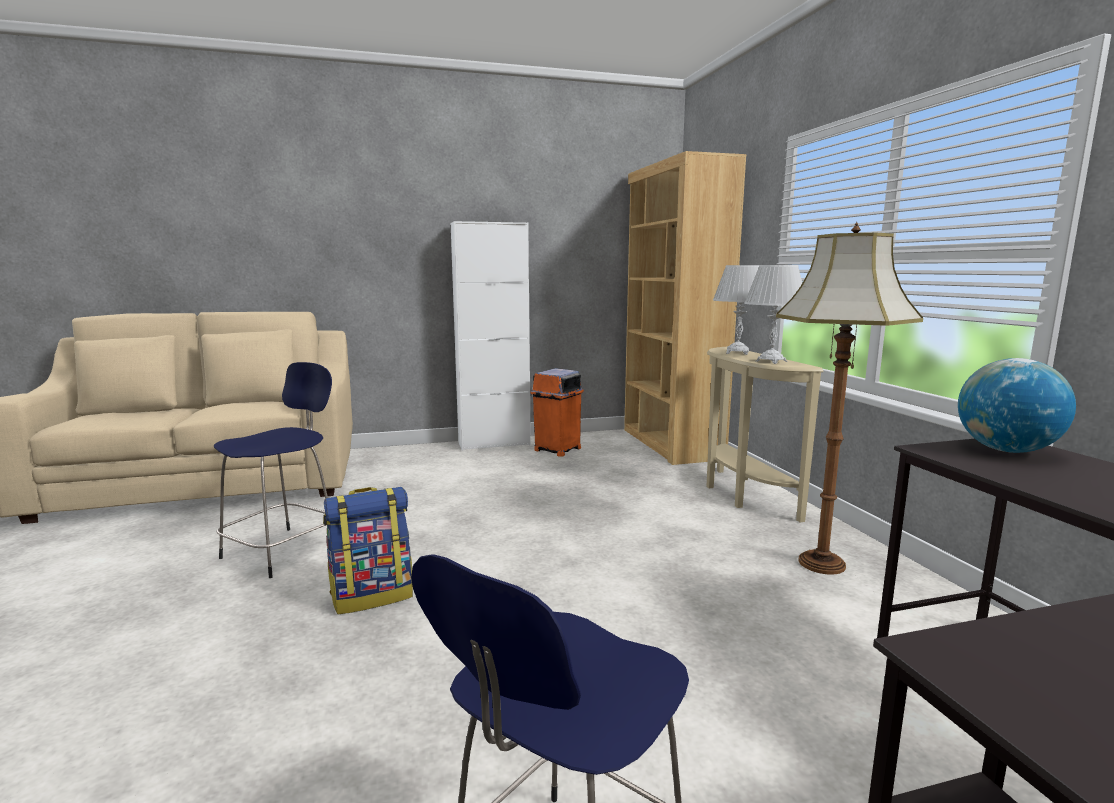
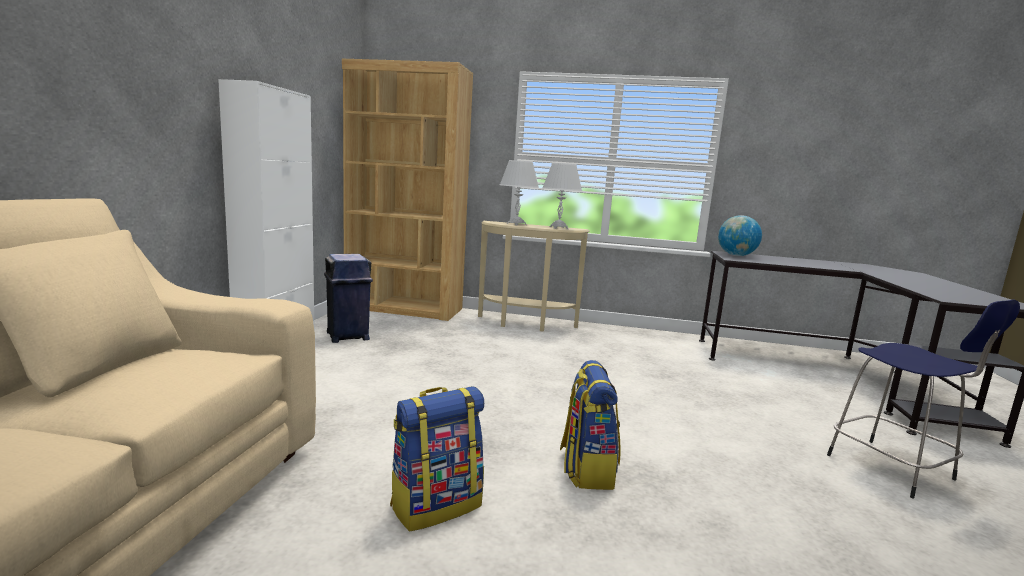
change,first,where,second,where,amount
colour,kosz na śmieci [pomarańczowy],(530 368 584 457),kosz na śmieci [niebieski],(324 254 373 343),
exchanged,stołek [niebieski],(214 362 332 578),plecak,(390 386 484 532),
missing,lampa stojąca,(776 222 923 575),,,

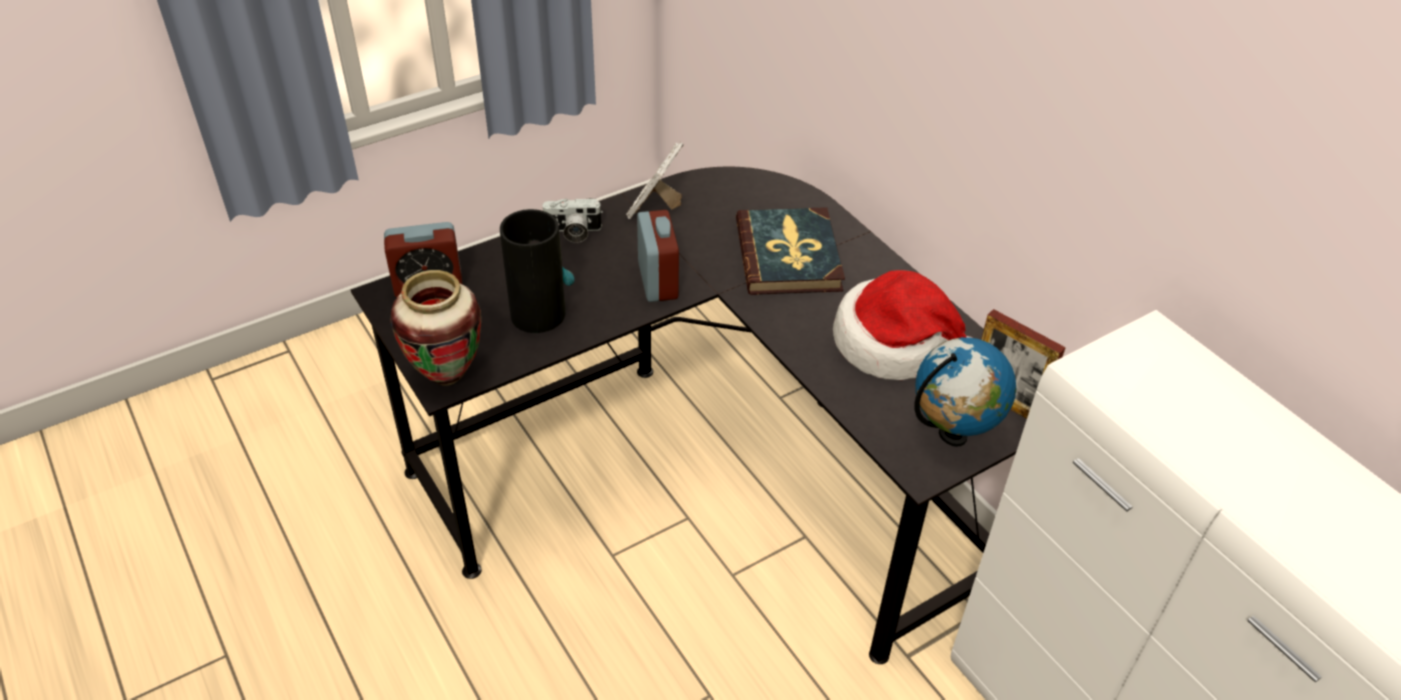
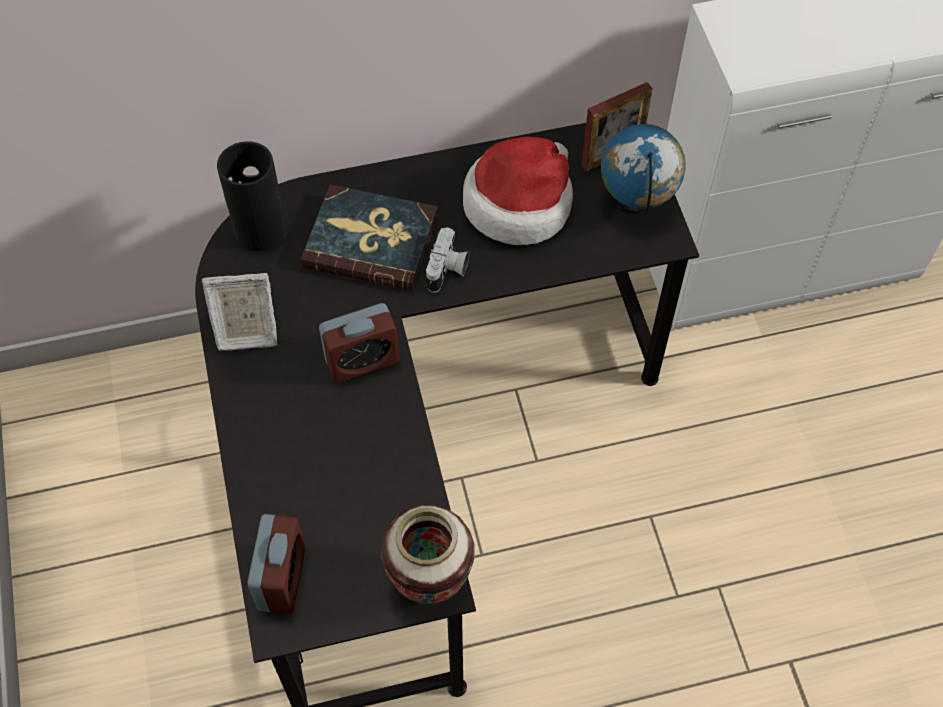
change,first,where,second,where,amount
spun,ramka na zdjęcie,(626 142 683 219),,(202 273 277 351),45 degrees counterclockwise
relocated,wazon,(500 209 575 333),,(217 141 287 251),
spun,budzik,(637 210 679 302),,(319 303 399 383),150 degrees clockwise
relocated,aparat fotograficzny,(543 198 603 243),,(426 227 469 293),

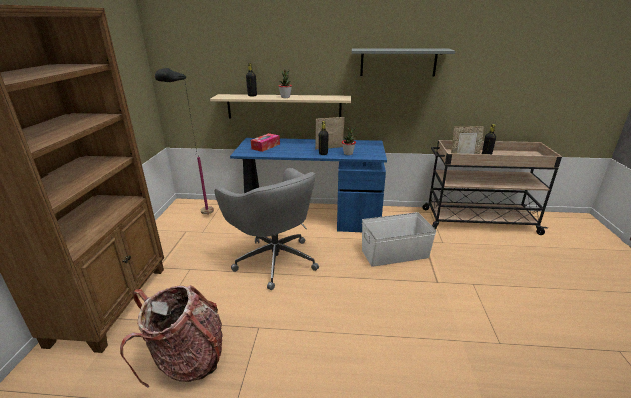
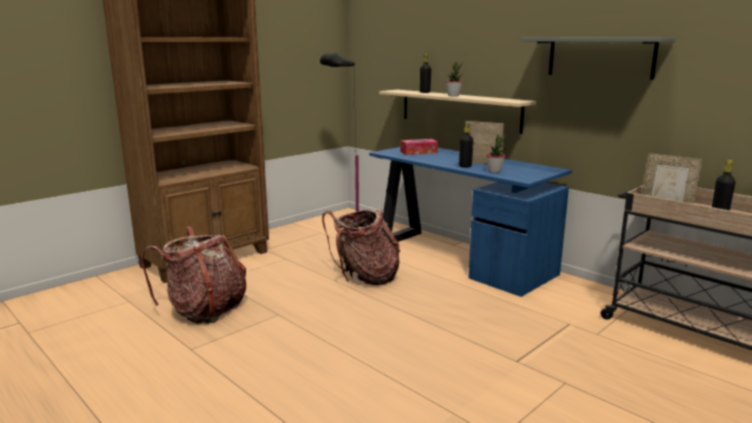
change,first,where,second,where,amount
exchanged,krzesło biurowe [szary],(215 168 319 290),plecak,(322 209 400 285),
missing,pojemnik do przechowywania [biały],(362 212 436 267),,,

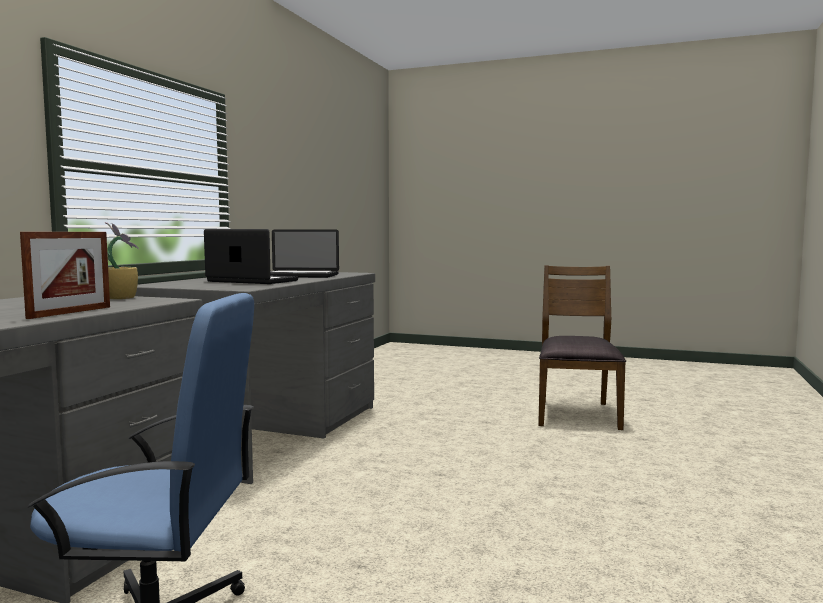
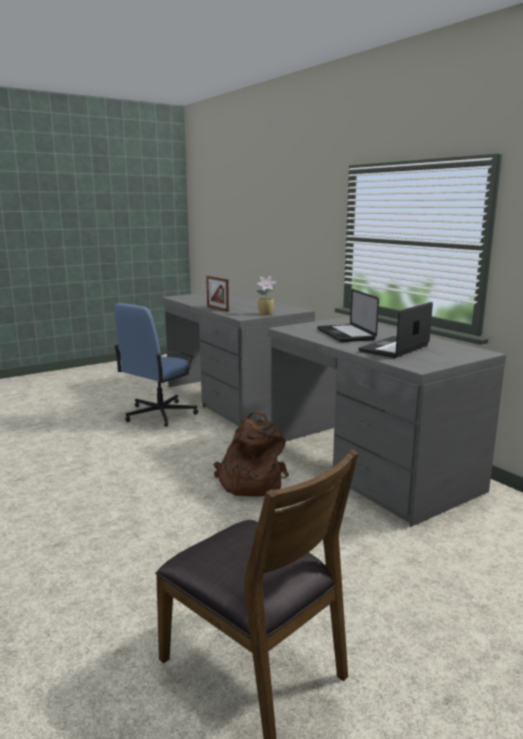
change,first,where,second,where,amount
appeared,,,plecak [brązowy],(213 411 289 497),
spun,laptop,(204 229 298 284),,(317 289 379 342),105 degrees clockwise

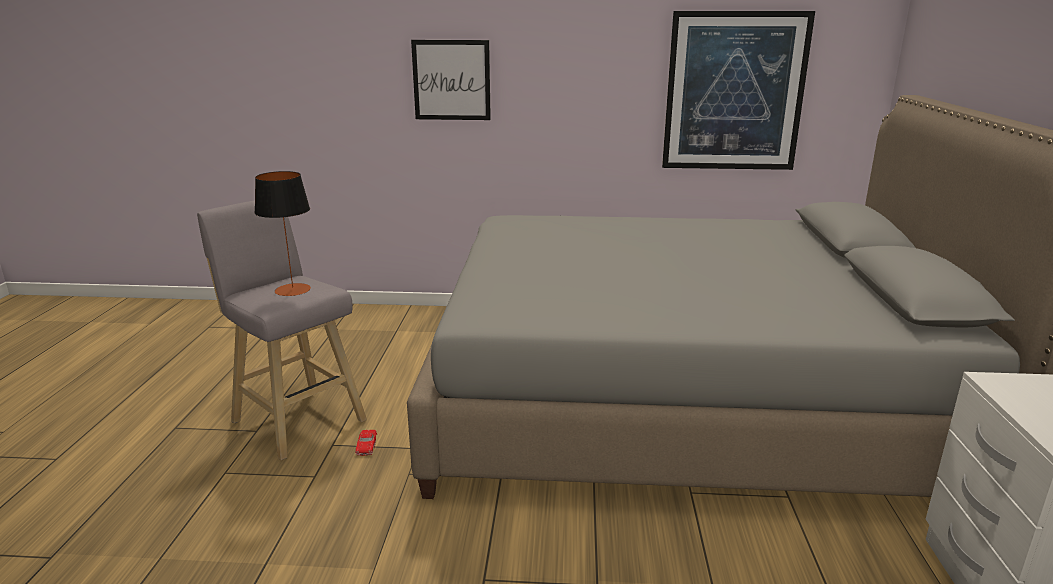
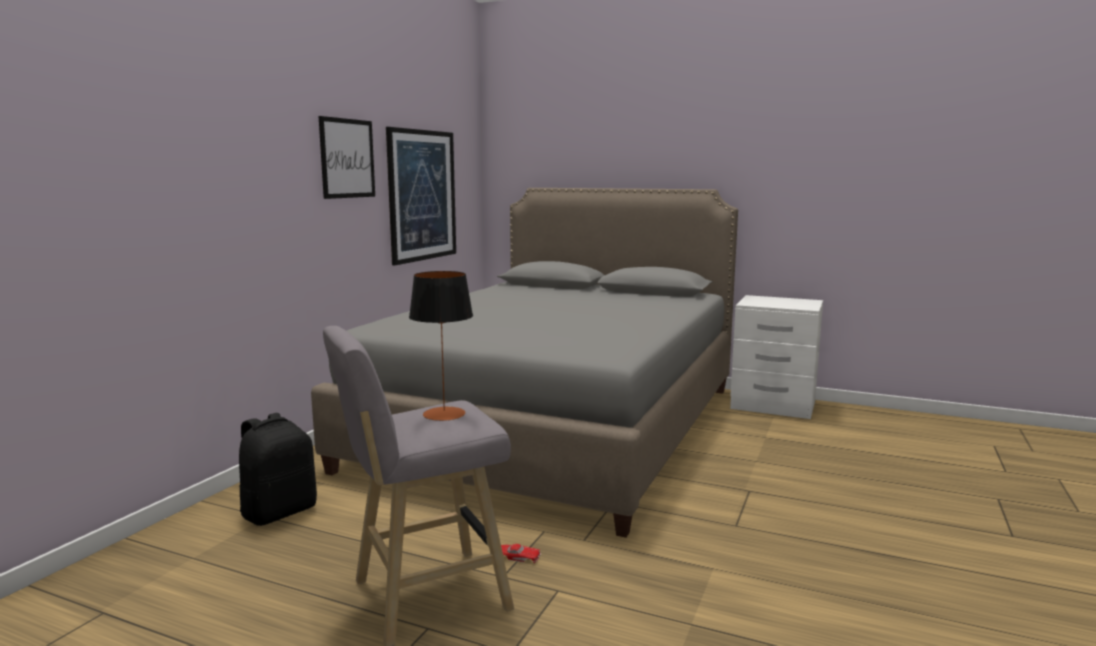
change,first,where,second,where,amount
appeared,,,plecak [czarny],(239 413 317 526),
relocated,obraz,(411 40 491 120),,(319 116 375 199),

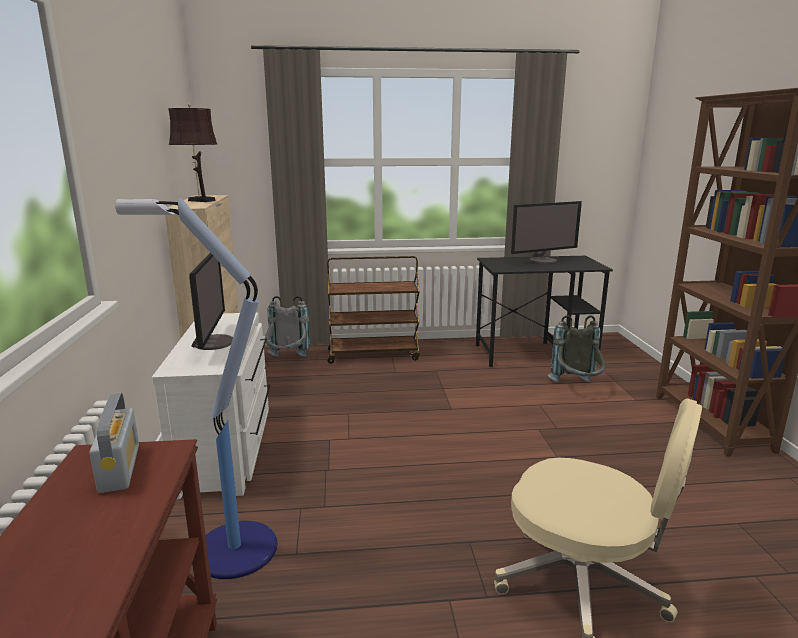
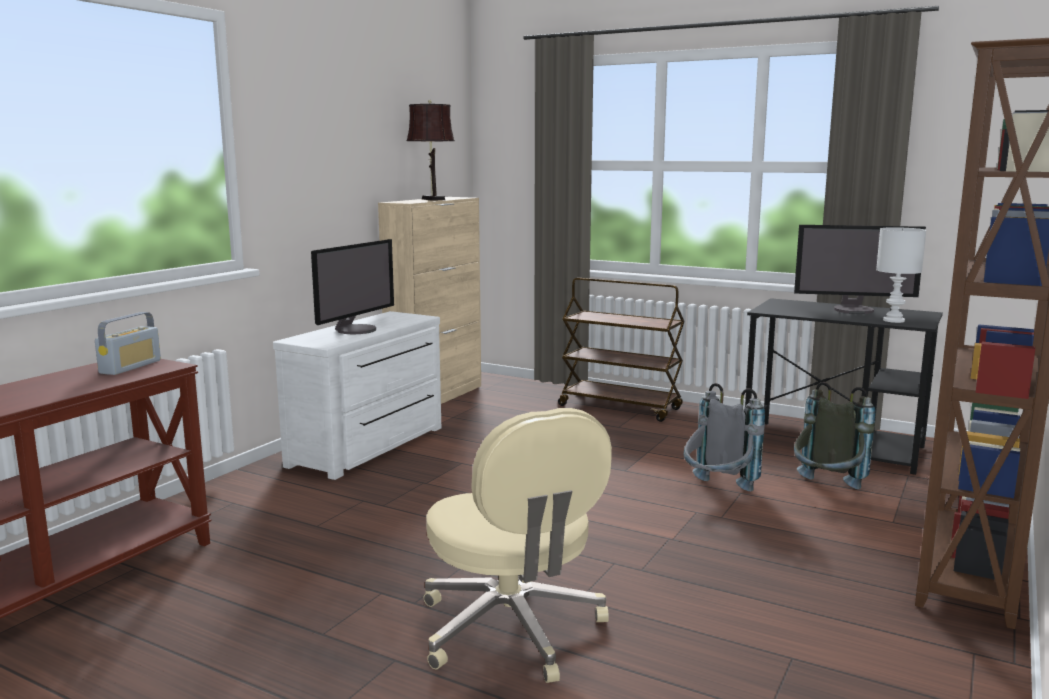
change,first,where,second,where,amount
relocated,plecak [szary],(265 296 310 356),,(684 383 765 491),
appeared,,,lampa stołowa [biały],(876 227 926 323),
missing,lampa stojąca,(115 197 277 579),,,

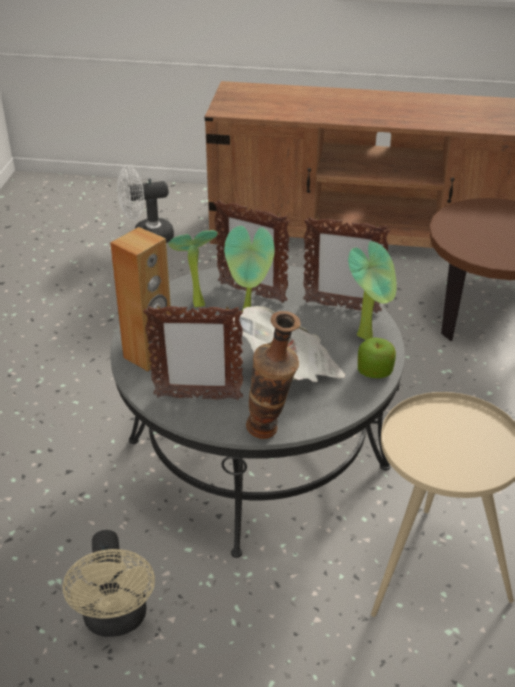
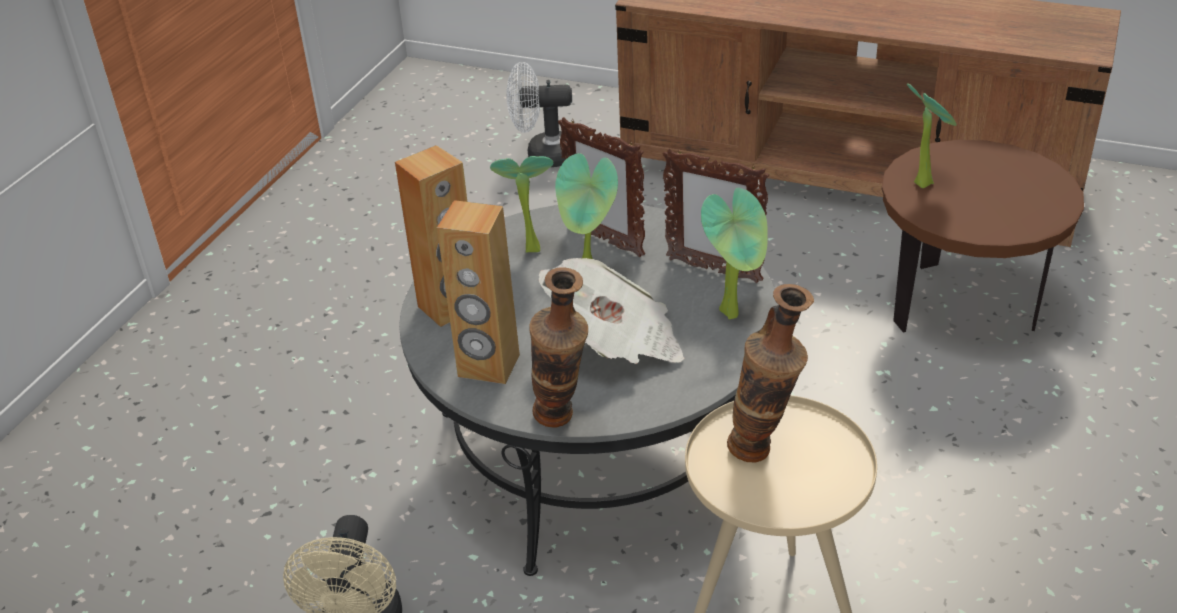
change,first,where,second,where,amount
exchanged,ramka na zdjęcie,(143 305 243 400),głośnik [brązowy],(437 200 520 384),
appeared,,,wazon,(727 284 814 463),
appeared,,,roślina doniczkowa,(907 83 956 188),
missing,jabłko,(358 338 396 378),,,

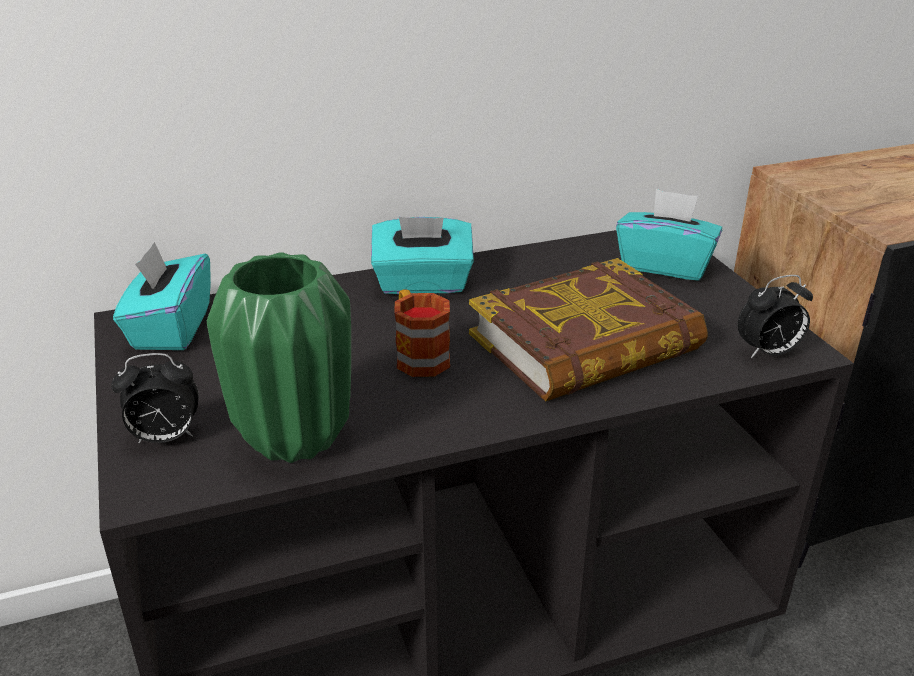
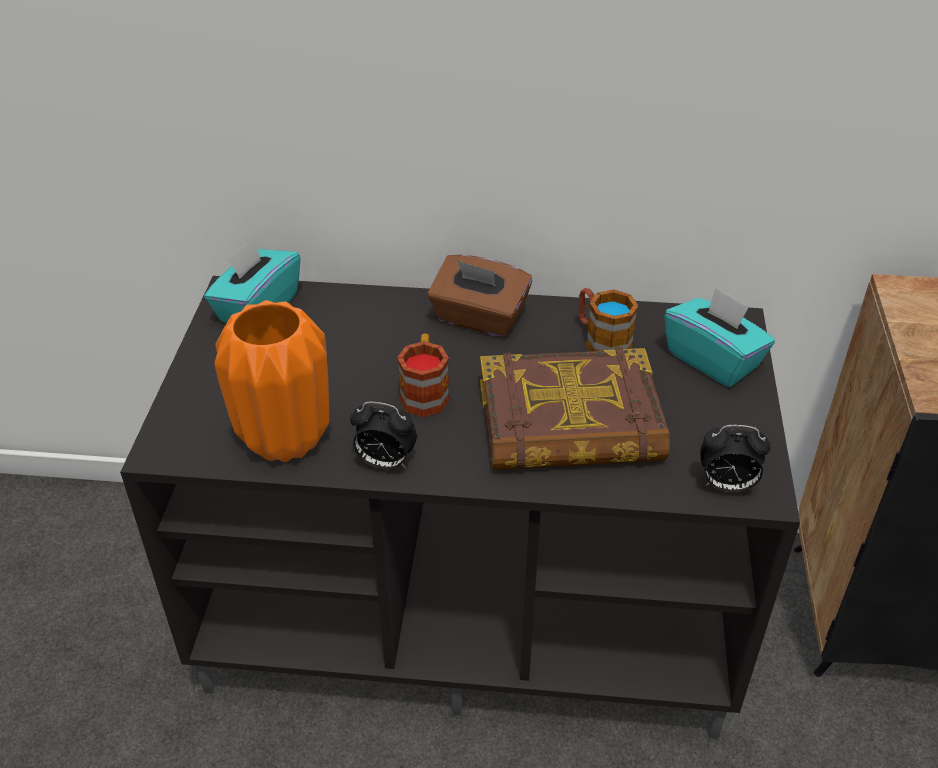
change,first,where,second,where,amount
colour,wazon [zielony],(207 252 351 463),wazon [pomarańczowy],(215 300 329 462),
relocated,budzik,(111 353 199 443),,(350 402 417 469),
colour,pudełko chusteczek [turkusowy],(371 217 474 294),pudełko chusteczek [brązowy],(428 255 532 337),
appeared,,,kubek,(579 288 639 351),

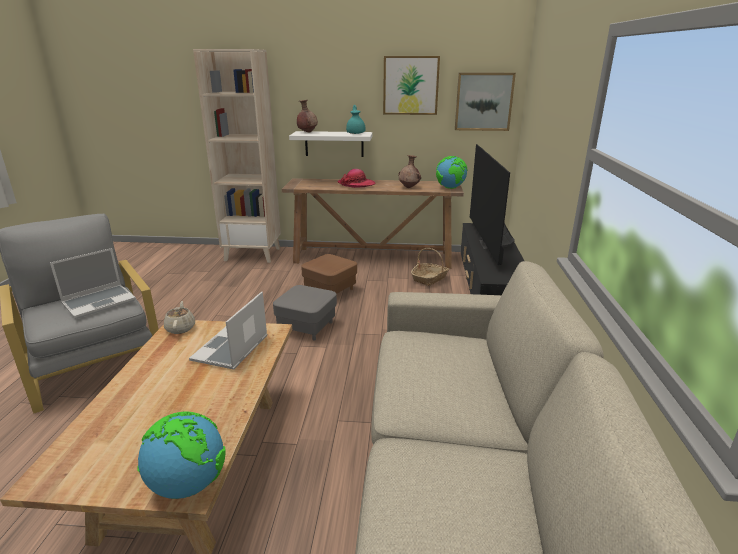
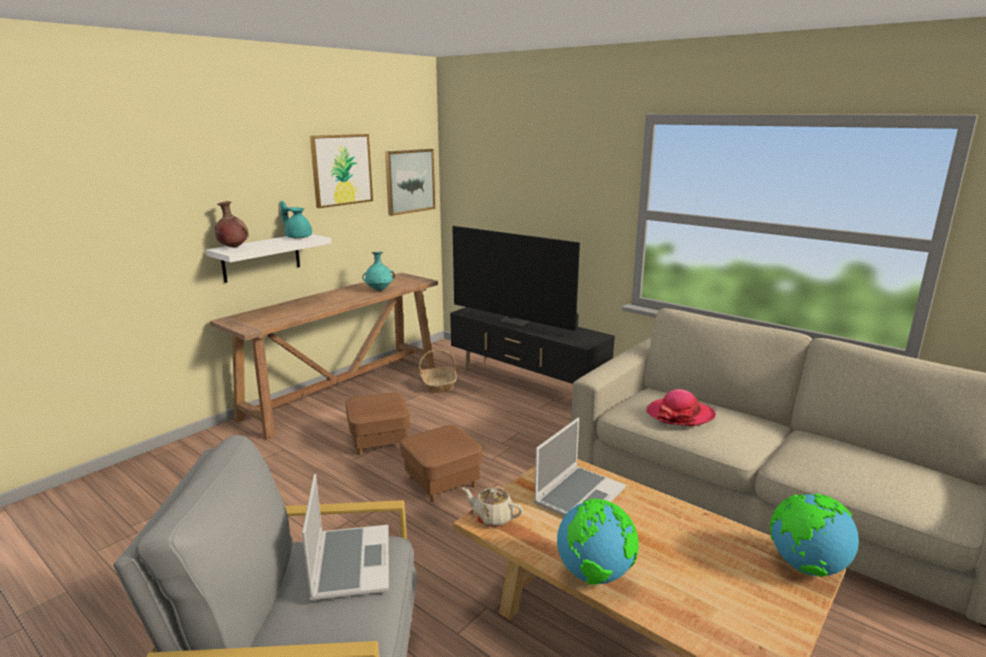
change,first,where,second,where,amount
colour,wazon [brązowy],(398 155 421 188),wazon [turkusowy],(362 252 395 291),
colour,pufa [szary],(273 285 337 341),pufa [brązowy],(401 425 482 502),
spun,laptop,(189 292 267 370),,(534 417 626 516),105 degrees counterclockwise
relocated,globus,(436 156 467 189),,(557 499 639 585),
relocated,kapelusz,(337 169 376 188),,(646 389 716 426),
missing,regał [beżowy],(193 49 281 263),,,

